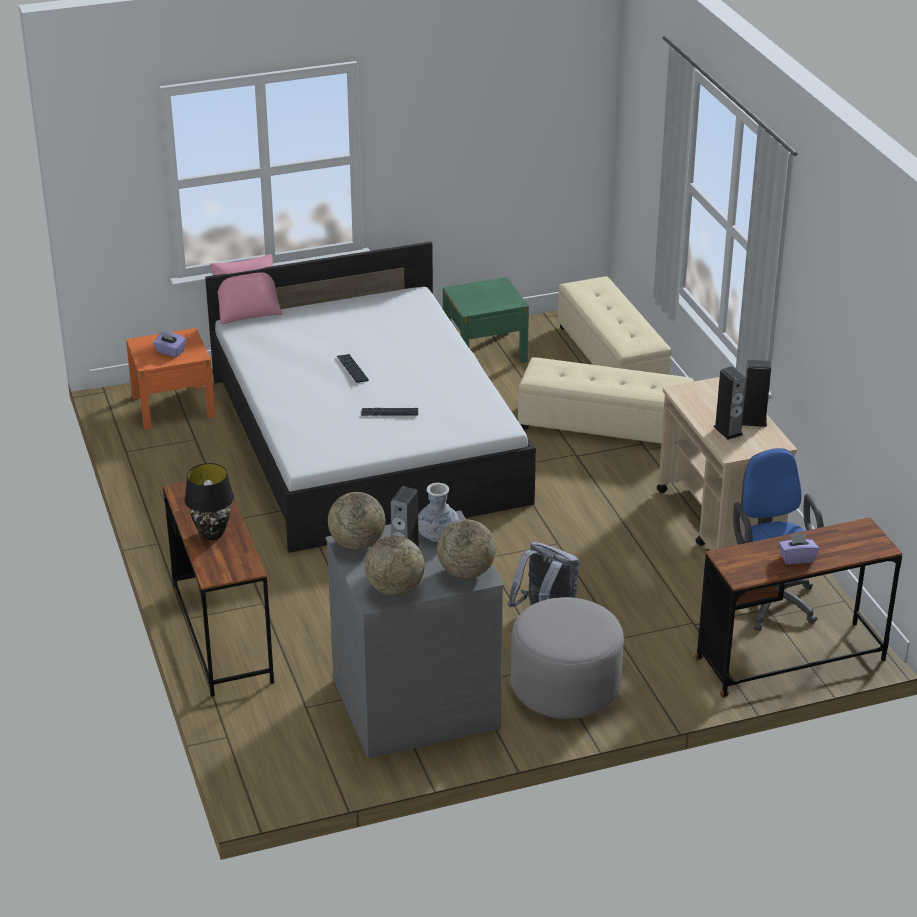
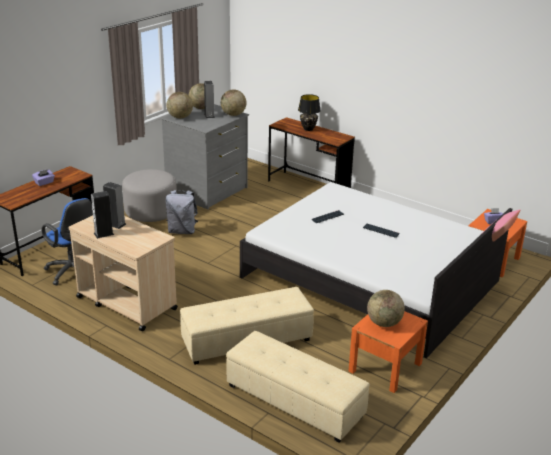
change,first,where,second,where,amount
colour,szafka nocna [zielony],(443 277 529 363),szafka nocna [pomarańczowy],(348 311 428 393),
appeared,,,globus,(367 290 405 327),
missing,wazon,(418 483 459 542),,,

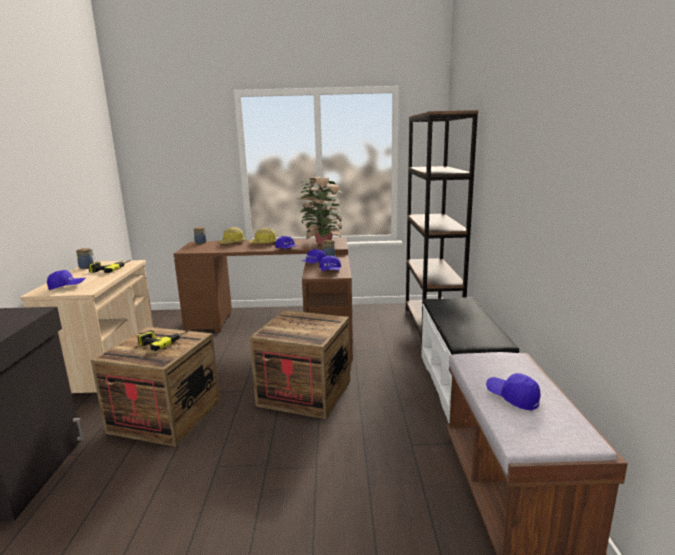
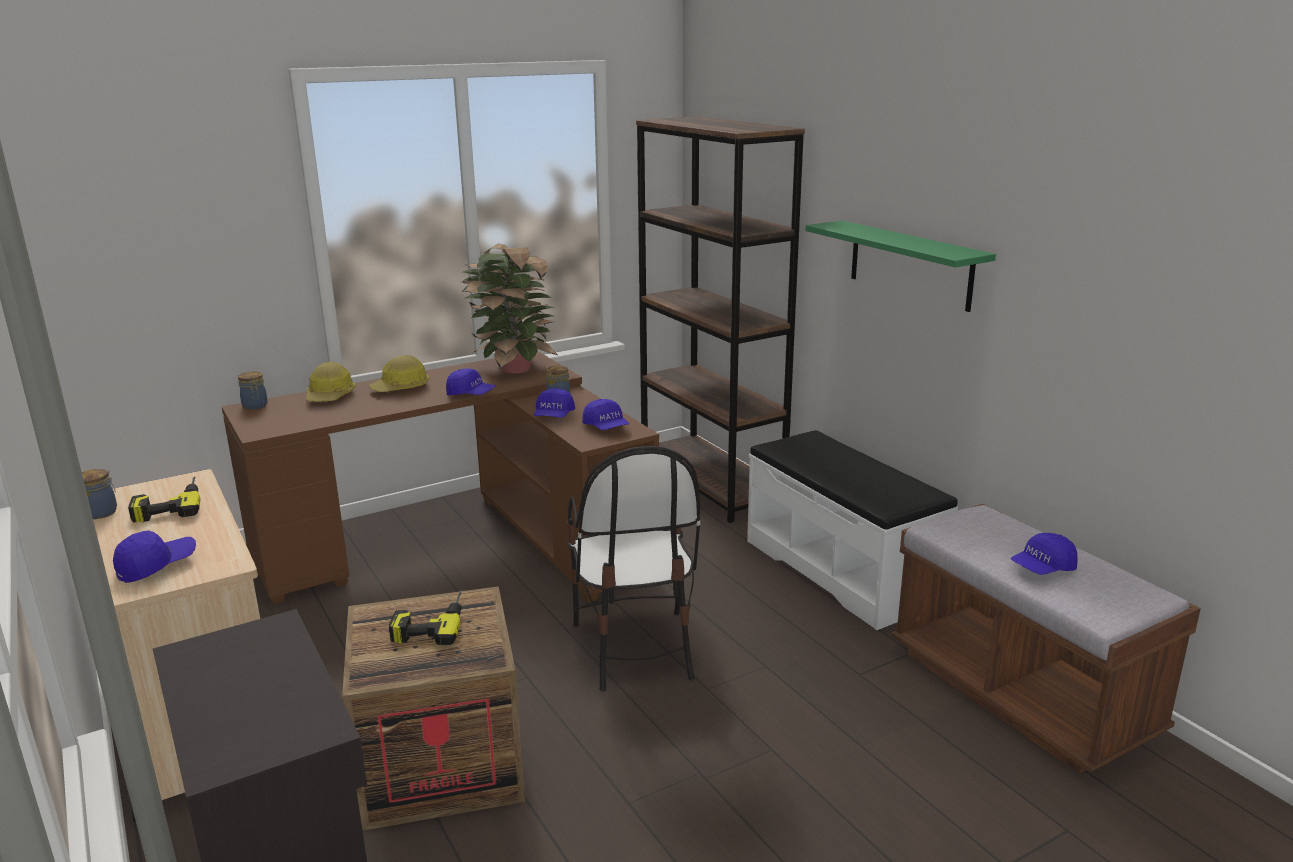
change,first,where,second,where,amount
exchanged,skrzynka,(250 310 350 419),krzesło,(567 446 700 691),
appeared,,,półka [zielony],(805 220 996 312),
spun,czapka z daszkiem [niebieski],(486 373 541 410),,(1011 533 1078 575),45 degrees counterclockwise

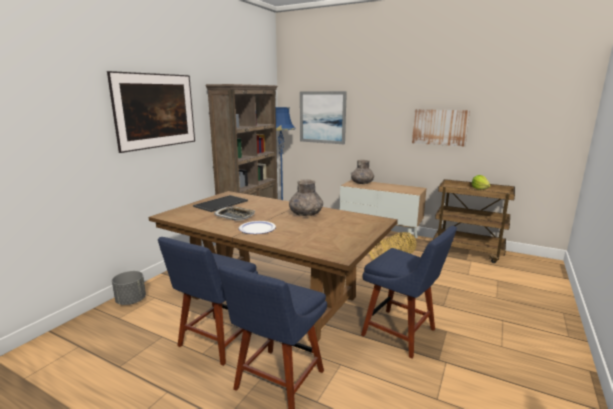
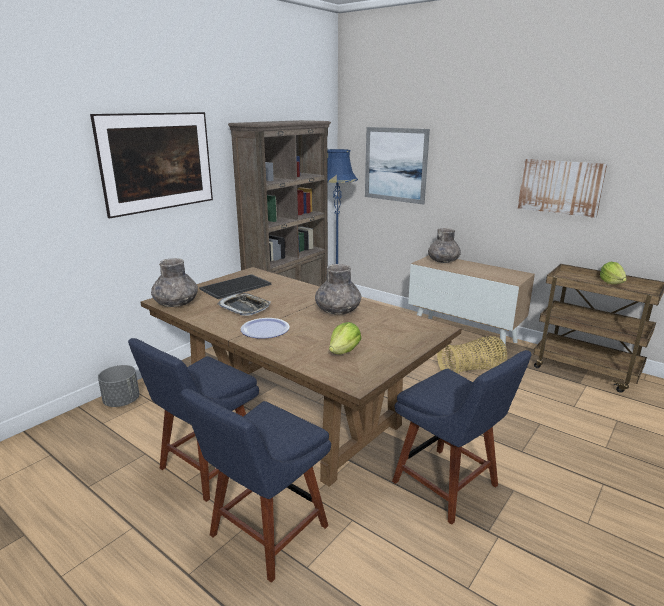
change,first,where,second,where,amount
appeared,,,wazon [szary],(151 258 198 307),
appeared,,,sałata,(329 322 361 355),

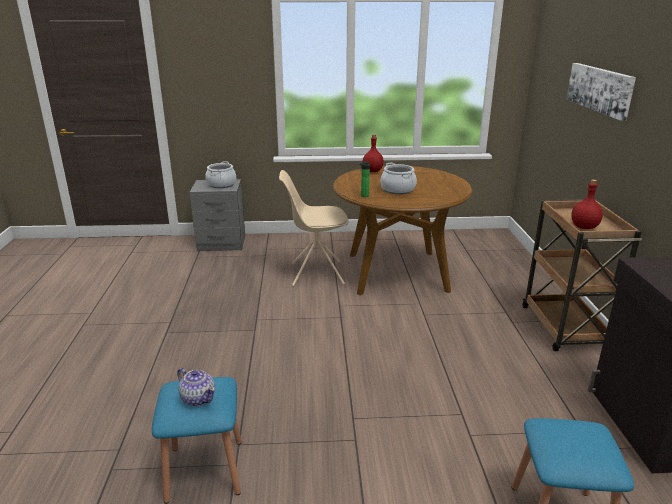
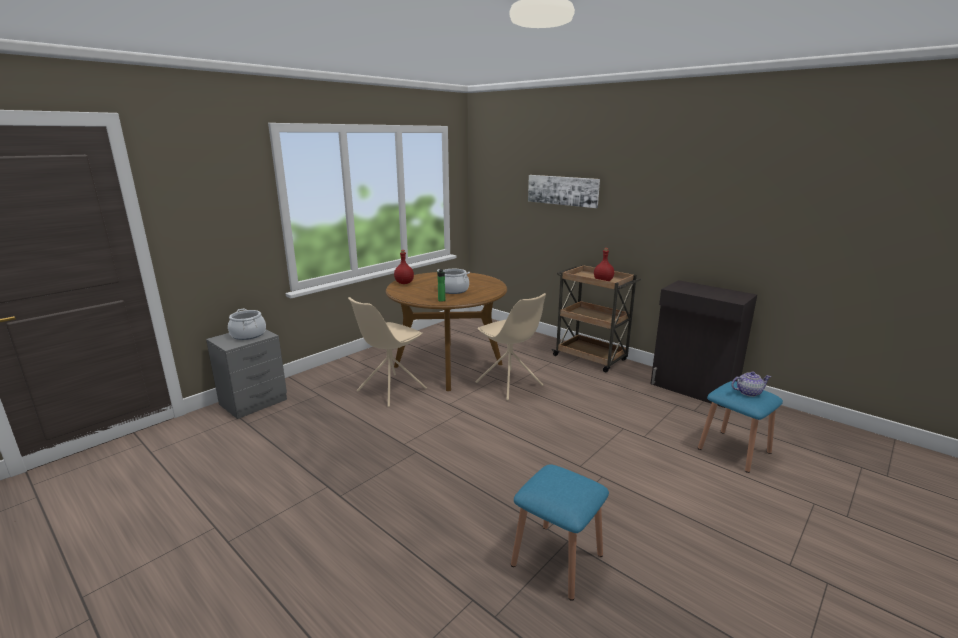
change,first,where,second,where,amount
appeared,,,krzesło [beżowy],(475 293 546 400),
relocated,imbryk,(177 368 215 406),,(731 371 771 397),

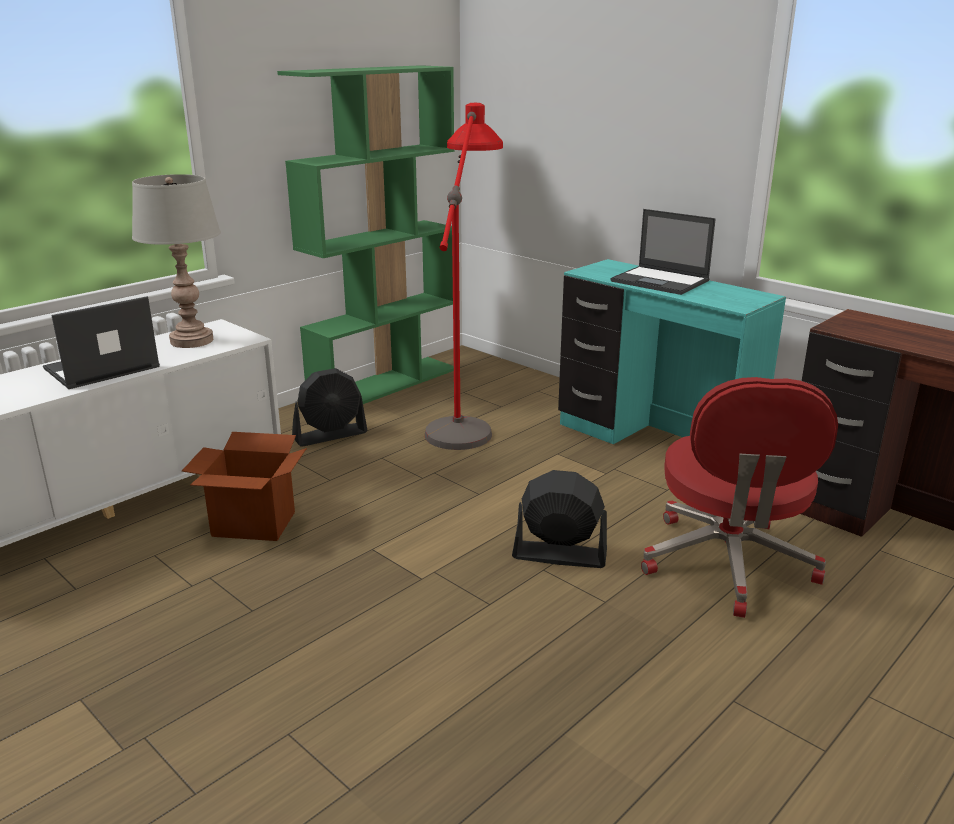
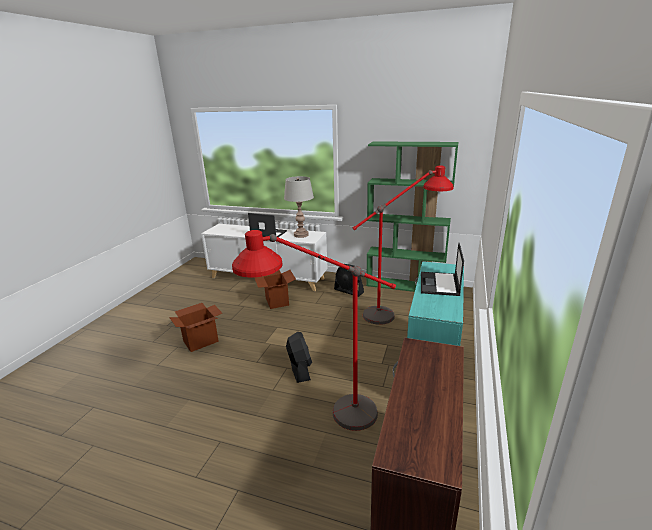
change,first,where,second,where,amount
appeared,,,karton,(169 303 222 352),
exchanged,krzesło biurowe [czerwony],(641 377 838 618),lampa stojąca [czerwony],(232 230 396 431),

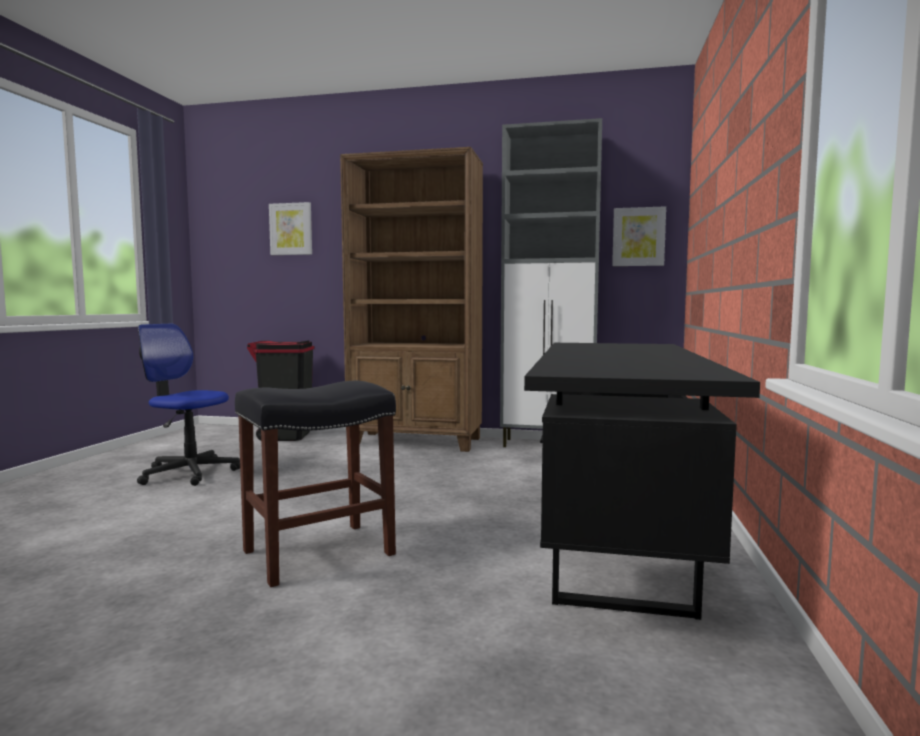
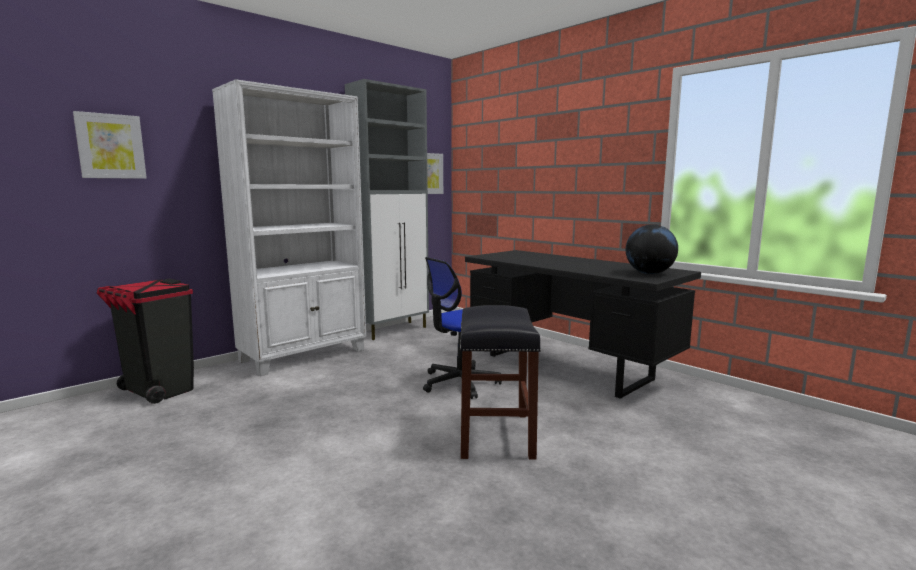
change,first,where,second,where,amount
colour,regał [brązowy],(340 147 483 452),regał [biały],(212 79 366 376),
relocated,krzesło biurowe,(137 324 240 486),,(423 257 502 399),
appeared,,,globus,(626 224 678 274),

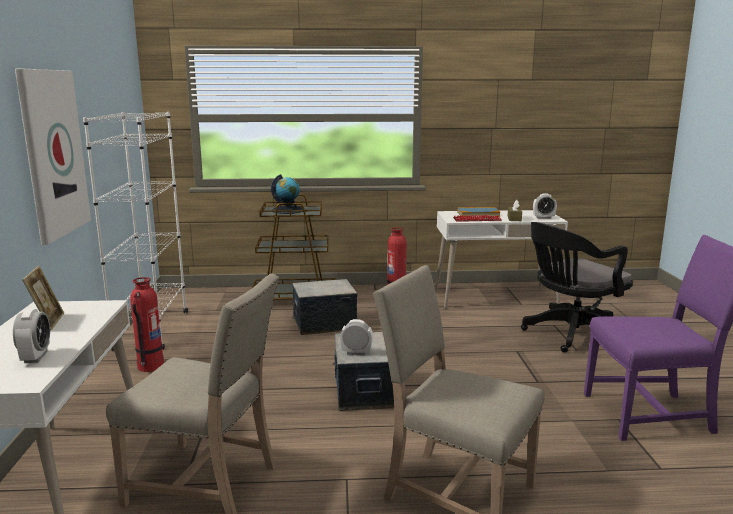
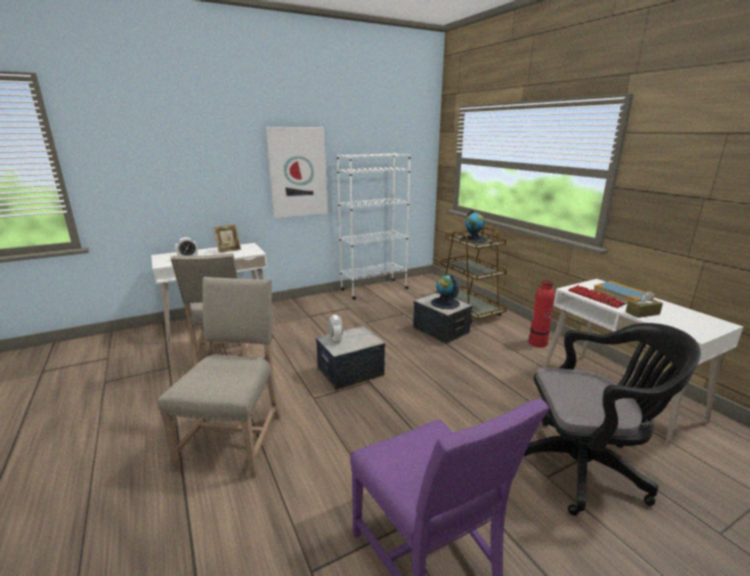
change,first,where,second,where,amount
appeared,,,globus,(431 275 460 309),
spun,krzesło biurowe [czarny],(521 222 633 353),,(524 323 701 516),150 degrees clockwise
missing,gaśnica,(130 277 164 372),,,
missing,budzik,(533 193 557 219),,,

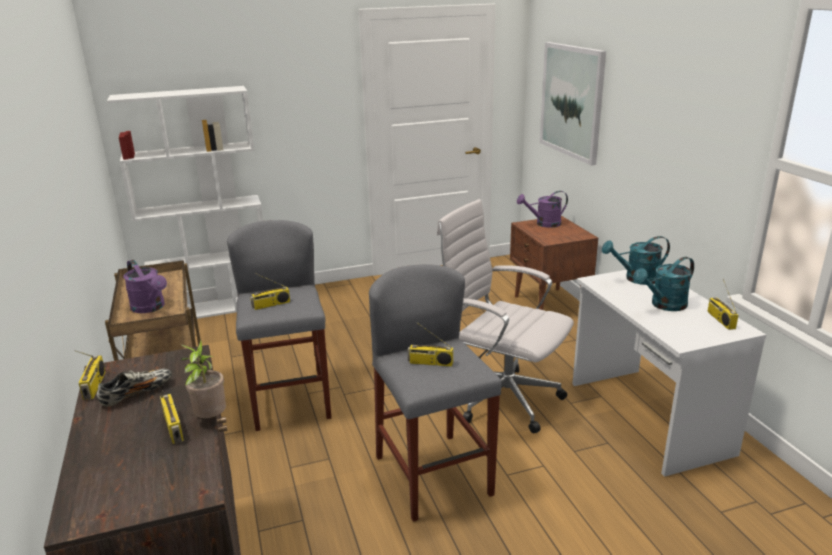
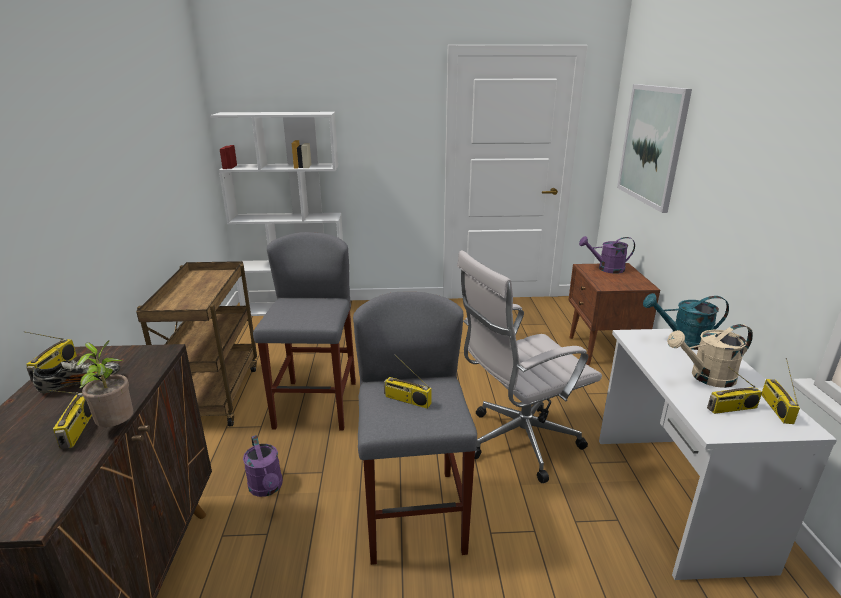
change,first,where,second,where,amount
relocated,konewka [fioletowy],(124 260 167 313),,(243 435 283 497),
spun,krzesło biurowe [biały],(437 199 574 433),,(457 250 602 483),75 degrees counterclockwise
colour,konewka [turkusowy],(633 257 694 311),konewka [beżowy],(667 324 753 388),
relocated,radio,(250 273 290 310),,(707 366 762 414),

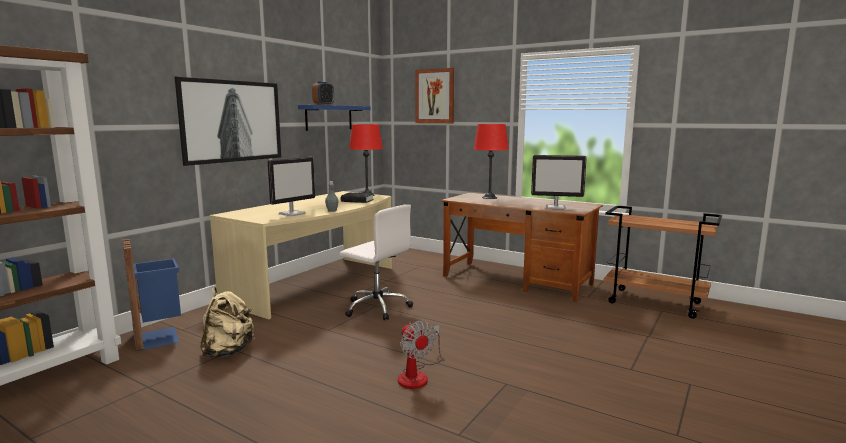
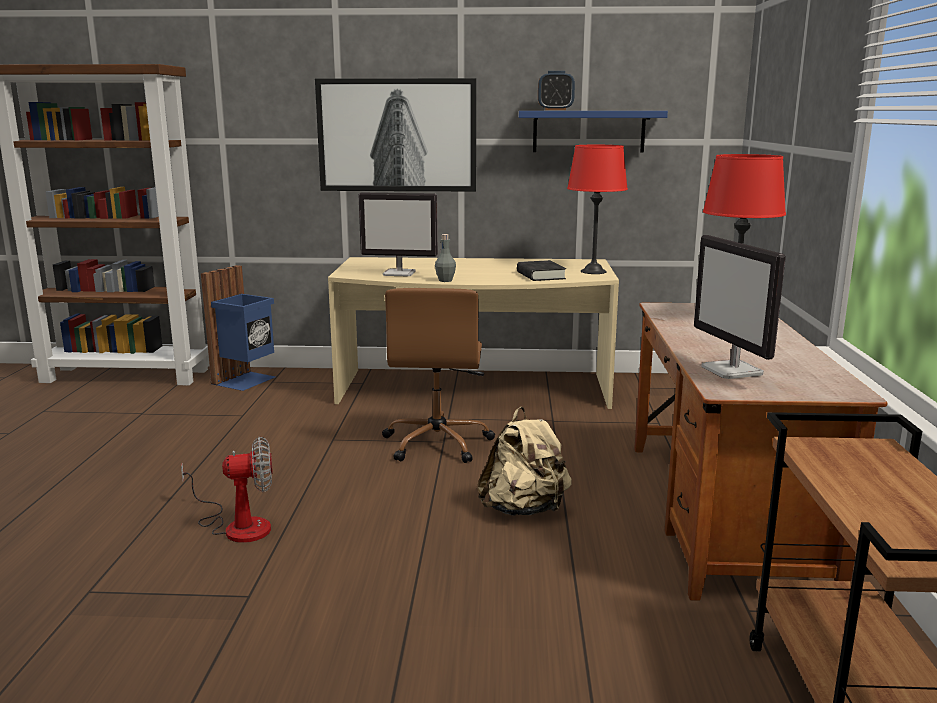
change,first,where,second,where,amount
spun,wentylator,(398 321 442 389),,(181 436 273 543),135 degrees counterclockwise
colour,krzesło biurowe [biały],(340 204 413 321),krzesło biurowe [brązowy],(382 288 495 463),
relocated,plecak [beżowy],(200 287 255 357),,(477 407 572 516),
missing,obraz,(415 68 455 123),,,

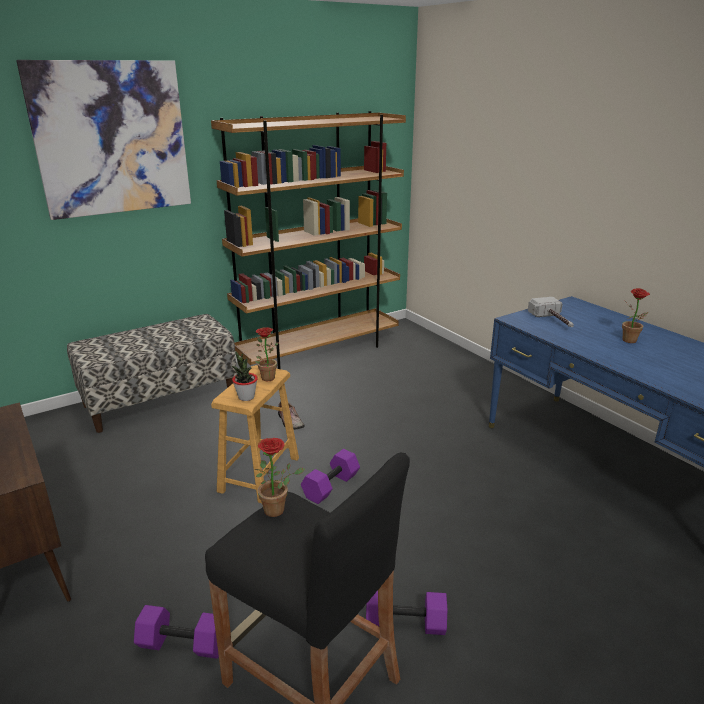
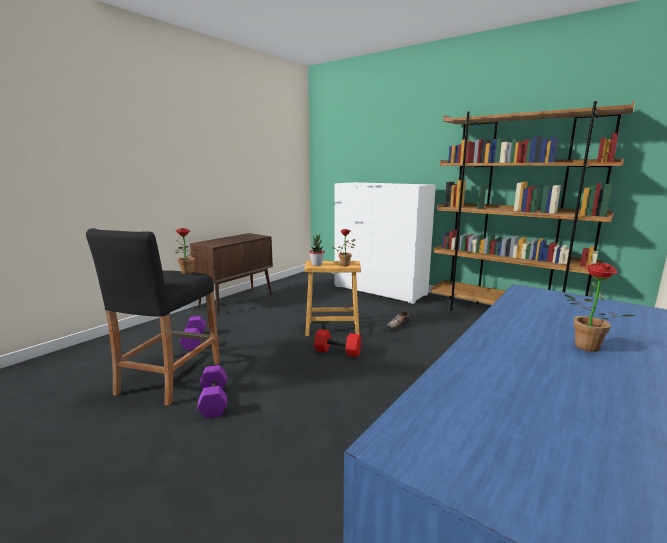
change,first,where,second,where,amount
colour,hantel [fioletowy],(301 449 360 504),hantel [czerwony],(314 329 361 357),
exchanged,ławka,(67 314 237 433),komoda [biały],(334 182 436 304),
missing,obraz,(16 60 191 220),,,
missing,młotek,(528 297 574 327),,,

